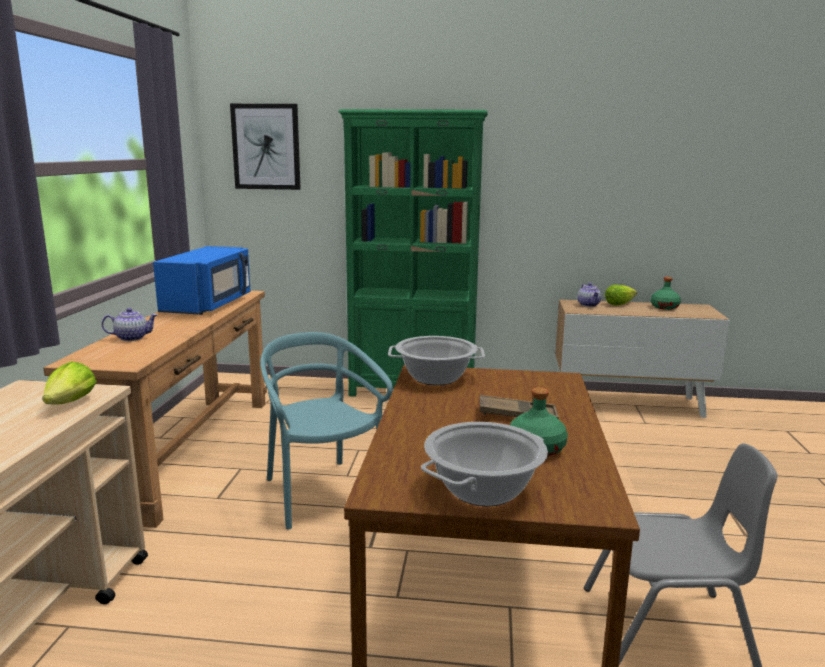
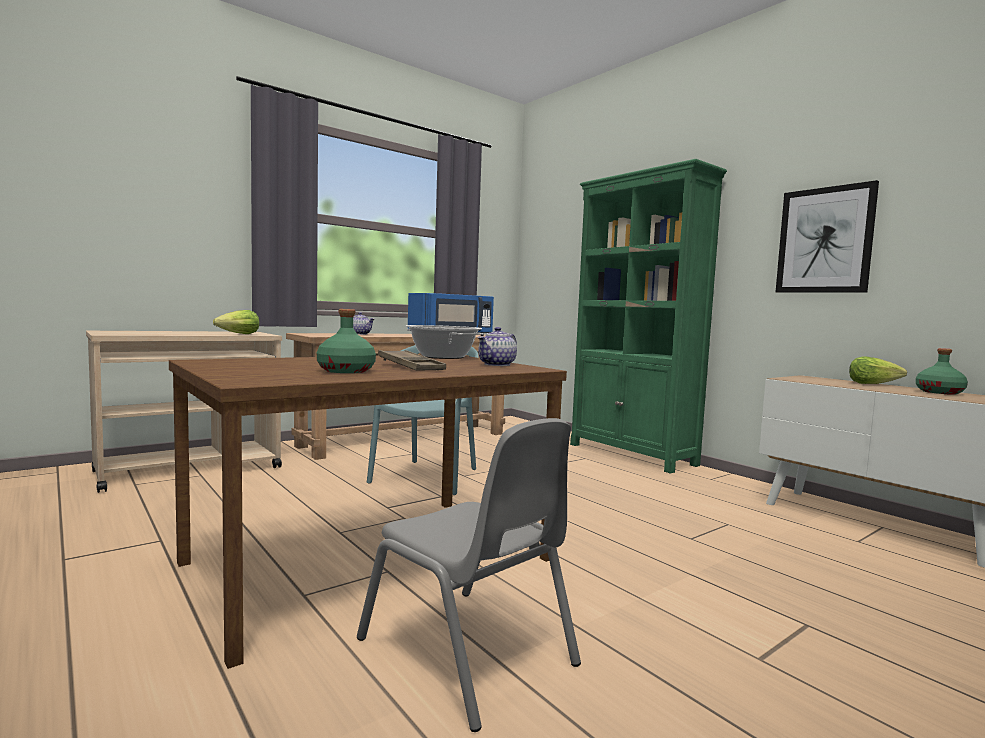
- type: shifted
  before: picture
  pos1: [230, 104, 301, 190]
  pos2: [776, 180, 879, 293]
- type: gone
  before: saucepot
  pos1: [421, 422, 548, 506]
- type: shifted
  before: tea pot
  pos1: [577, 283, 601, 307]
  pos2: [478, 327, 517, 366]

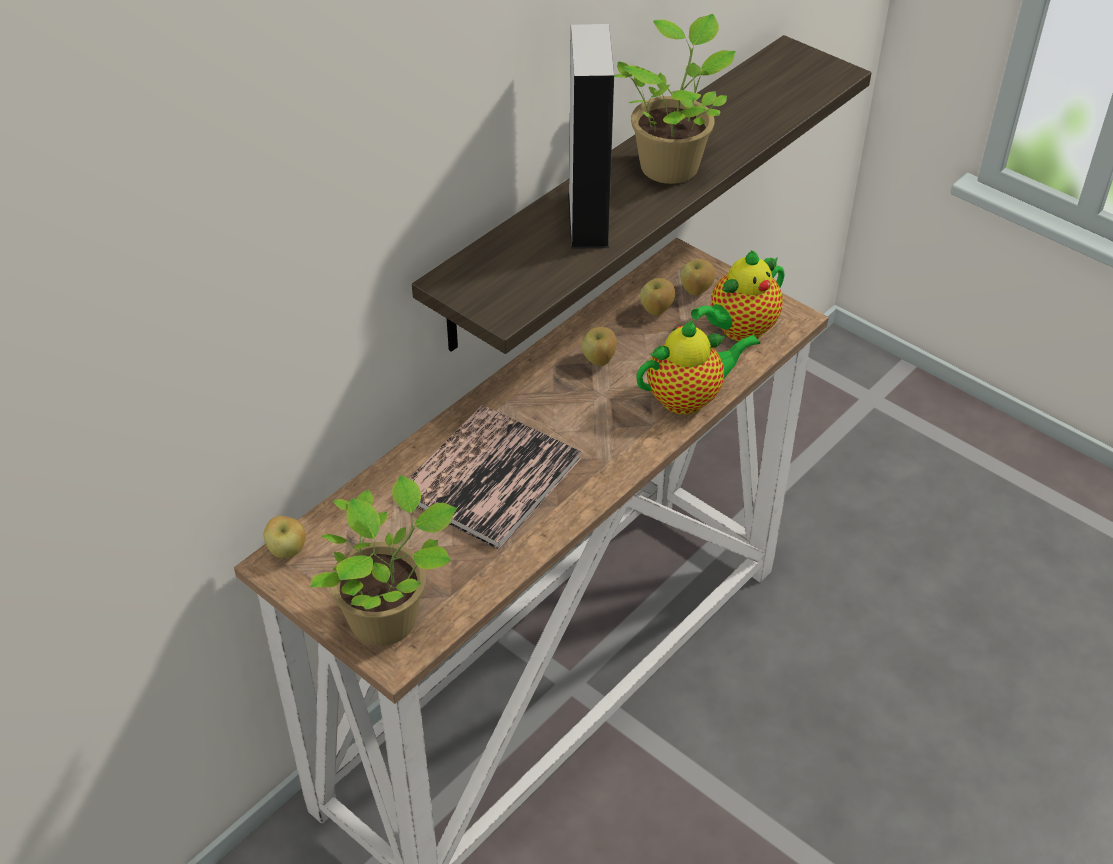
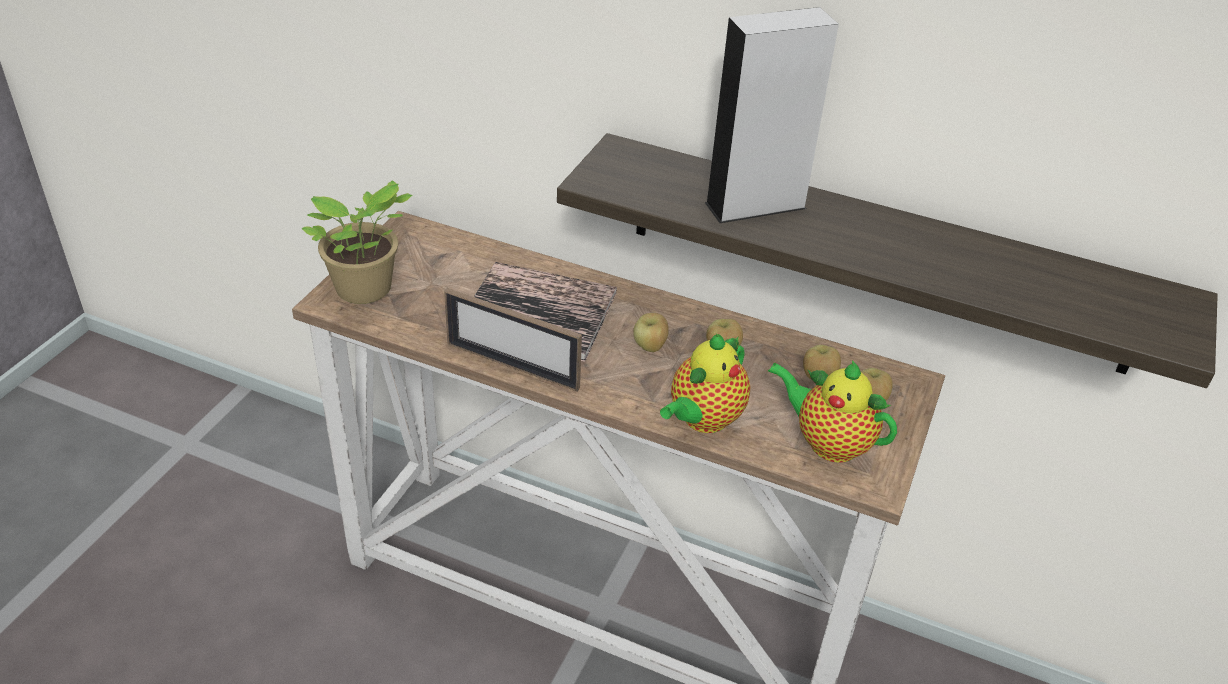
- type: shifted
  before: apple fruit
  pos1: [264, 516, 306, 558]
  pos2: [633, 313, 669, 352]
- type: gone
  before: houseplant
  pos1: [614, 14, 736, 184]
- type: rotated
  before: tea pot
  pos1: [636, 320, 760, 415]
  pos2: [660, 334, 750, 433]
  turn: 75
- type: new
  after: photo frame
  pos2: [444, 288, 582, 392]

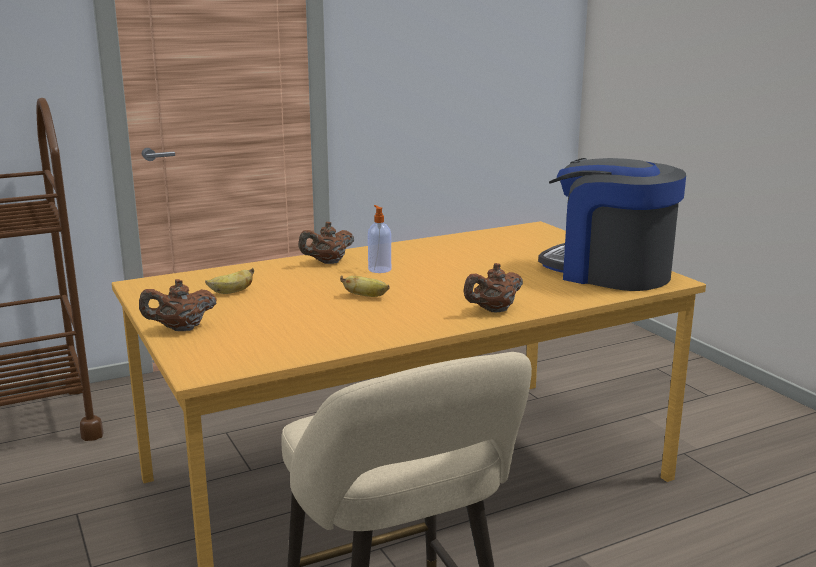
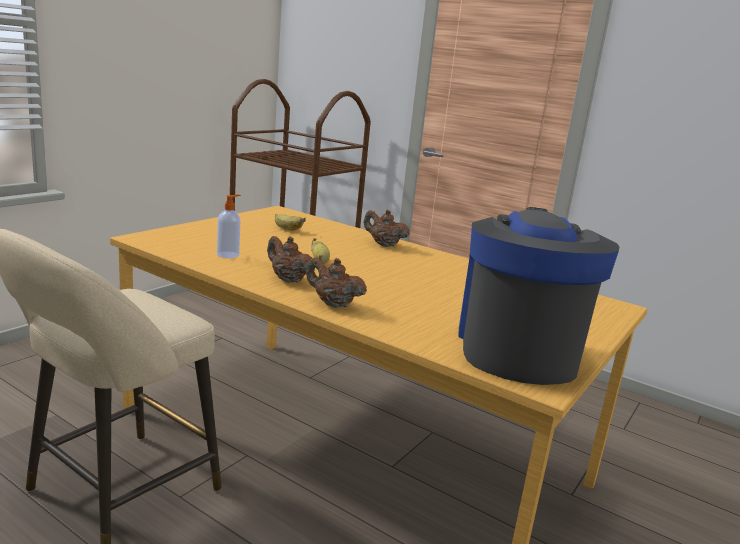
- type: shifted
  before: brown tea pot
  pos1: [139, 279, 217, 331]
  pos2: [267, 236, 312, 283]
- type: shifted
  before: soap bottle
  pos1: [368, 205, 391, 273]
  pos2: [217, 195, 241, 258]

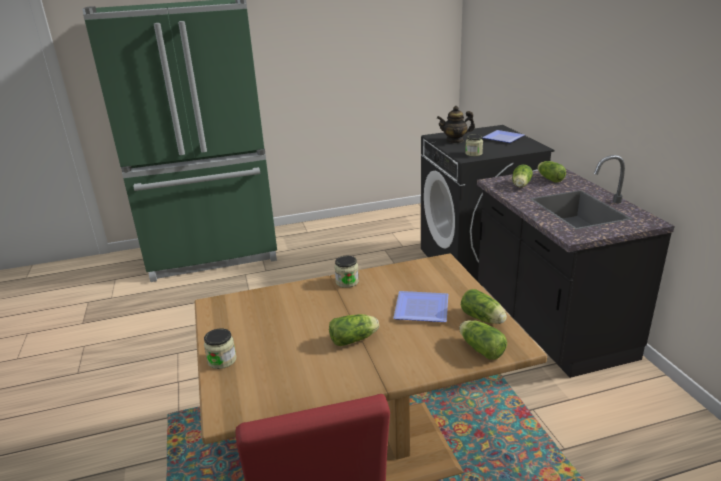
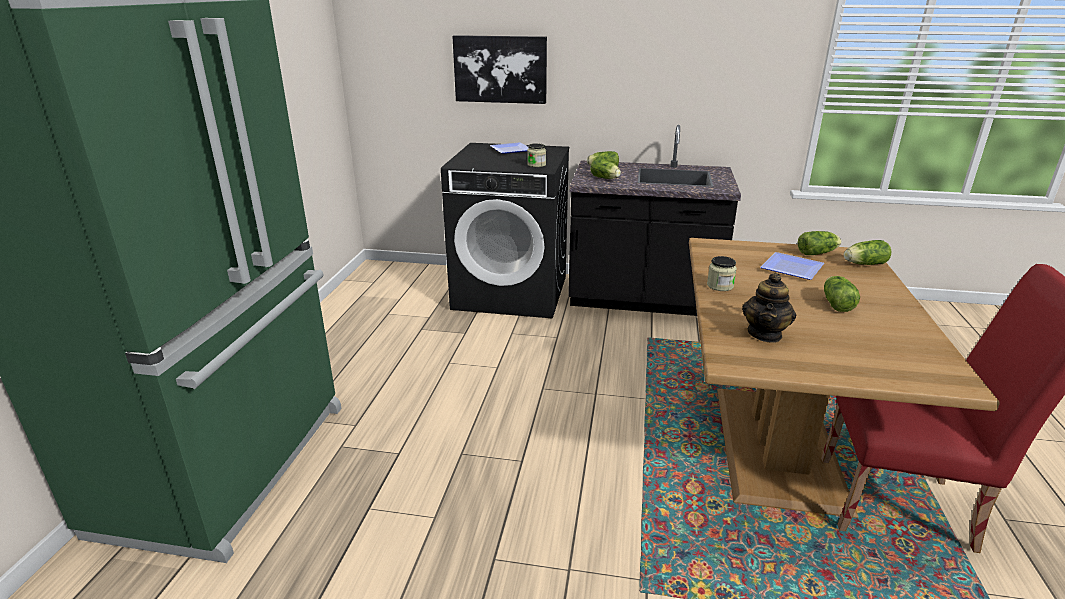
- type: gone
  before: preserve jar
  pos1: [204, 328, 236, 369]
- type: shifted
  before: tea pot
  pos1: [437, 106, 475, 143]
  pos2: [742, 273, 796, 343]
- type: new
  after: picture
  pos2: [452, 35, 547, 104]

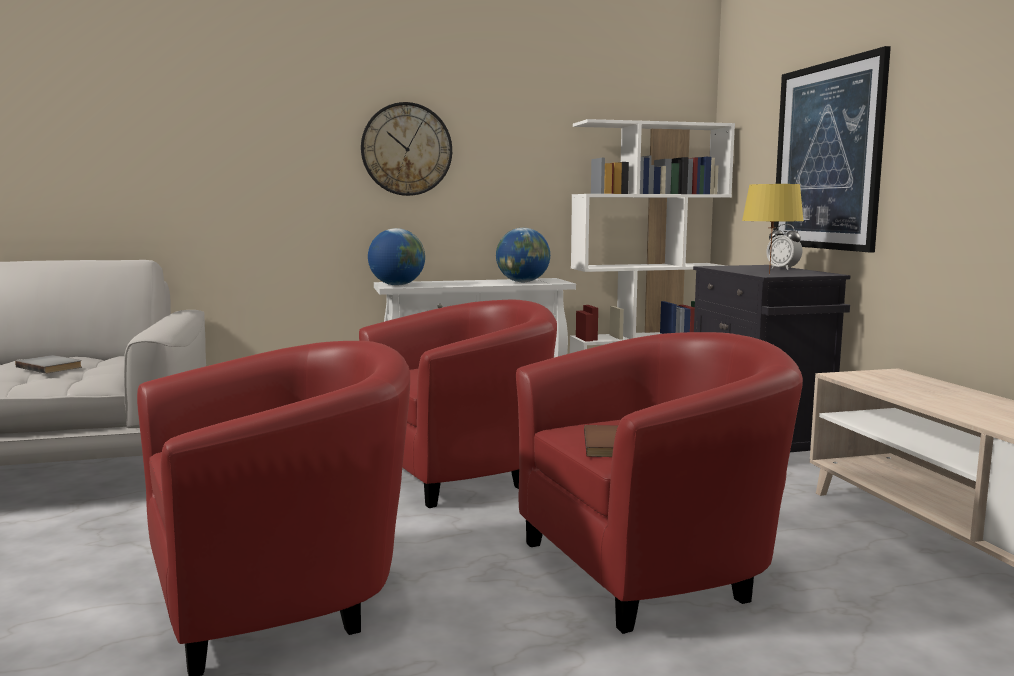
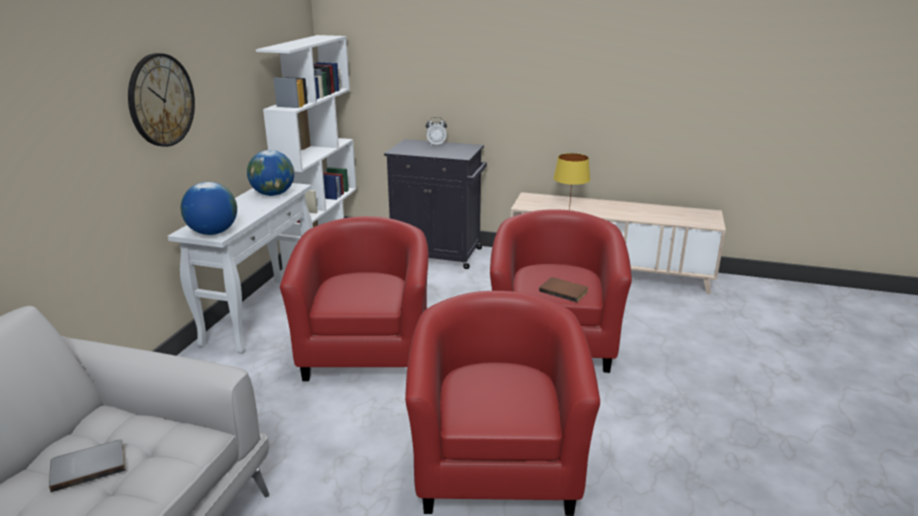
- type: shifted
  before: yellow-coloured tabletop lamp
  pos1: [742, 184, 804, 274]
  pos2: [553, 153, 590, 210]
- type: gone
  before: picture
  pos1: [773, 46, 891, 253]

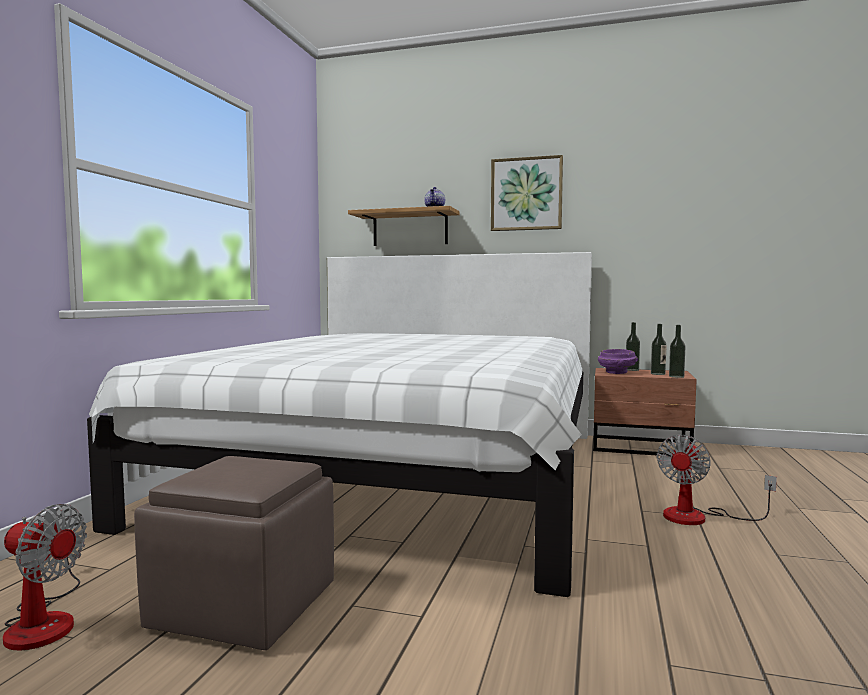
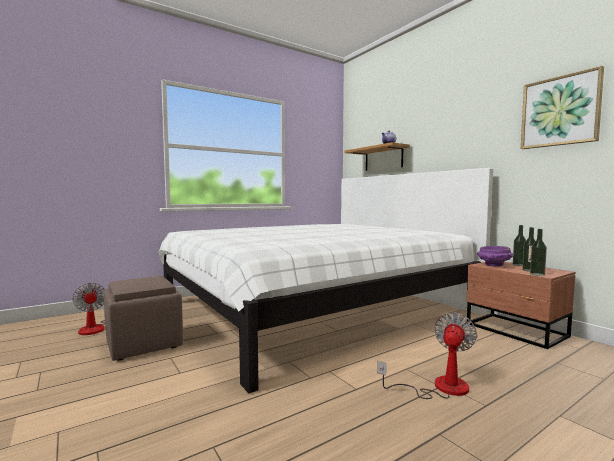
- type: shifted
  before: picture
  pos1: [491, 155, 563, 231]
  pos2: [521, 66, 604, 149]
- type: rotated
  before: fan
  pos1: [657, 434, 777, 525]
  pos2: [377, 313, 477, 399]
  turn: 135

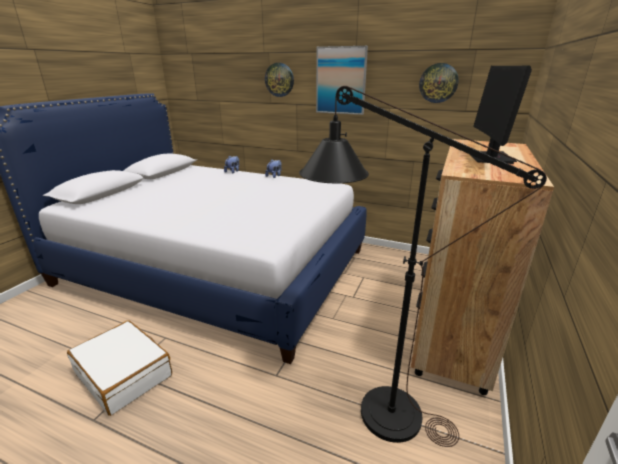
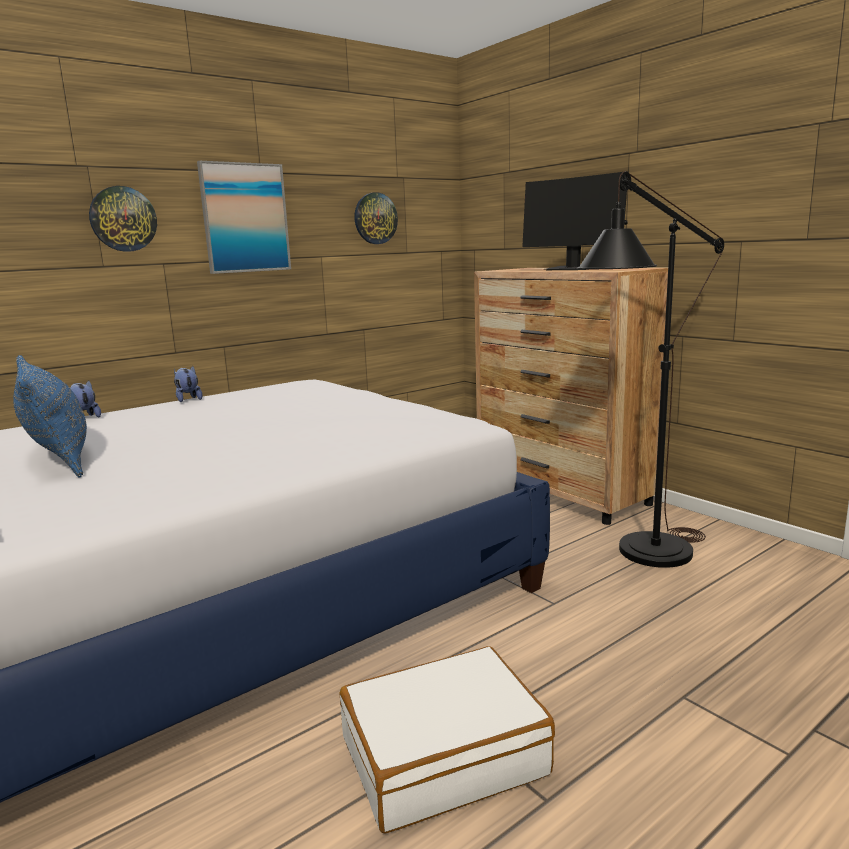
- type: new
  after: blue throw pillow
  pos2: [13, 355, 87, 477]

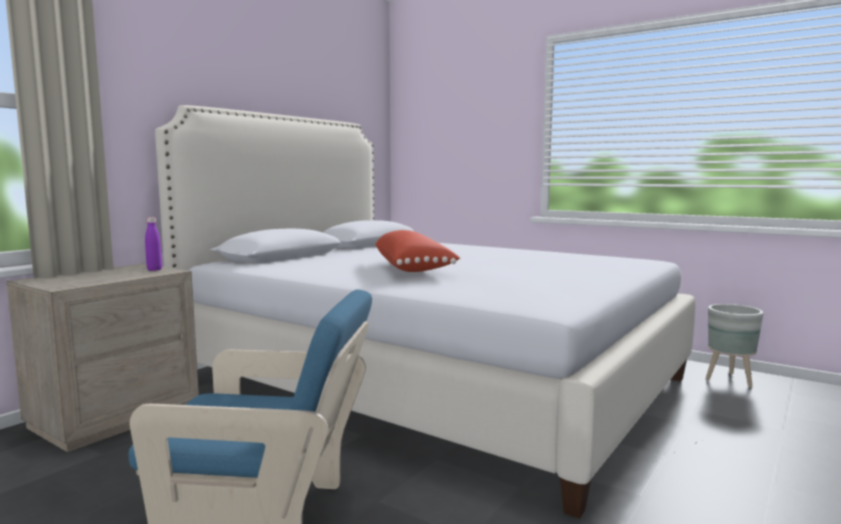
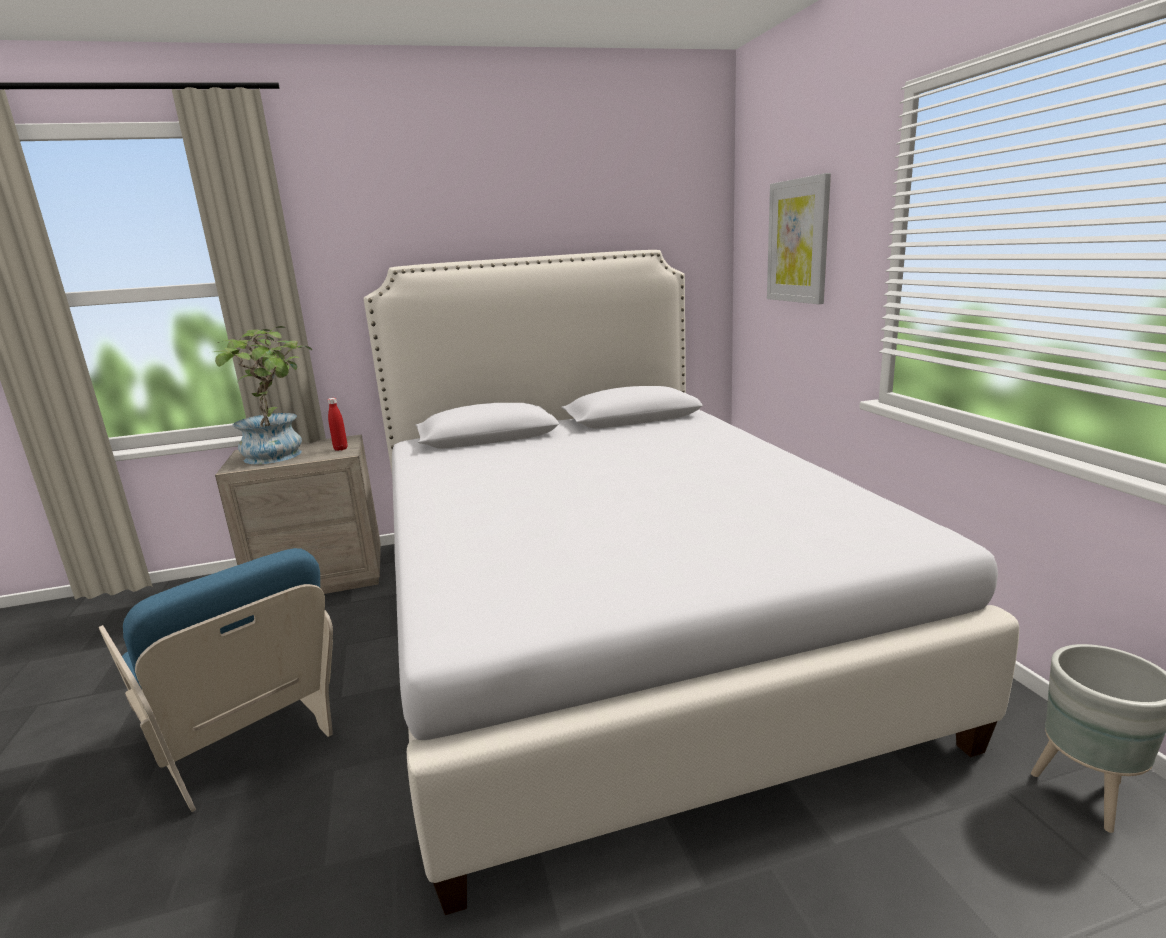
- type: repainted
  before: purple-coloured beverage bottle
  after: reddish beverage bottle
  pos1: [145, 217, 162, 271]
  pos2: [327, 398, 348, 451]
- type: gone
  before: reddish throw pillow
  pos1: [375, 230, 460, 272]
- type: new
  after: houseplant
  pos2: [214, 326, 312, 464]
- type: new
  after: picture
  pos2: [767, 173, 831, 304]

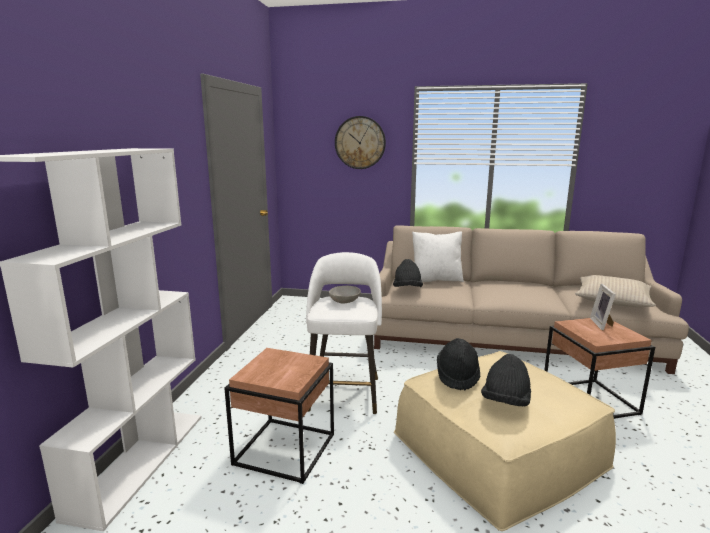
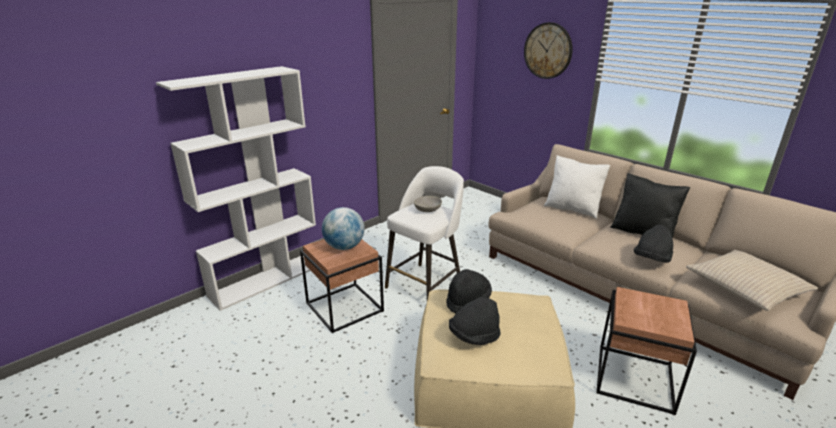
- type: shifted
  before: black-coloured clothing hat
  pos1: [393, 259, 423, 287]
  pos2: [634, 225, 673, 263]
- type: gone
  before: photo frame
  pos1: [590, 284, 616, 330]
- type: new
  after: desk globe
  pos2: [322, 207, 365, 250]
- type: new
  after: black-coloured throw pillow
  pos2: [610, 173, 690, 238]

